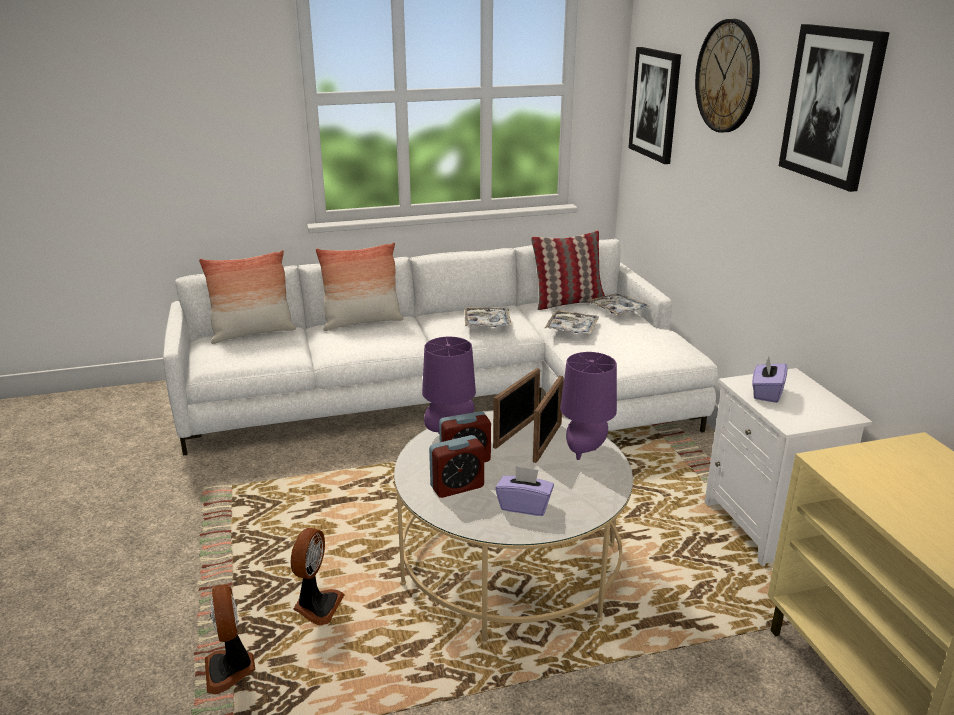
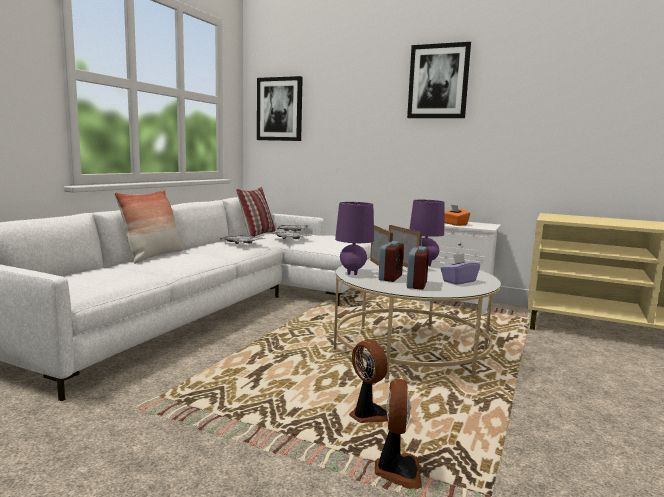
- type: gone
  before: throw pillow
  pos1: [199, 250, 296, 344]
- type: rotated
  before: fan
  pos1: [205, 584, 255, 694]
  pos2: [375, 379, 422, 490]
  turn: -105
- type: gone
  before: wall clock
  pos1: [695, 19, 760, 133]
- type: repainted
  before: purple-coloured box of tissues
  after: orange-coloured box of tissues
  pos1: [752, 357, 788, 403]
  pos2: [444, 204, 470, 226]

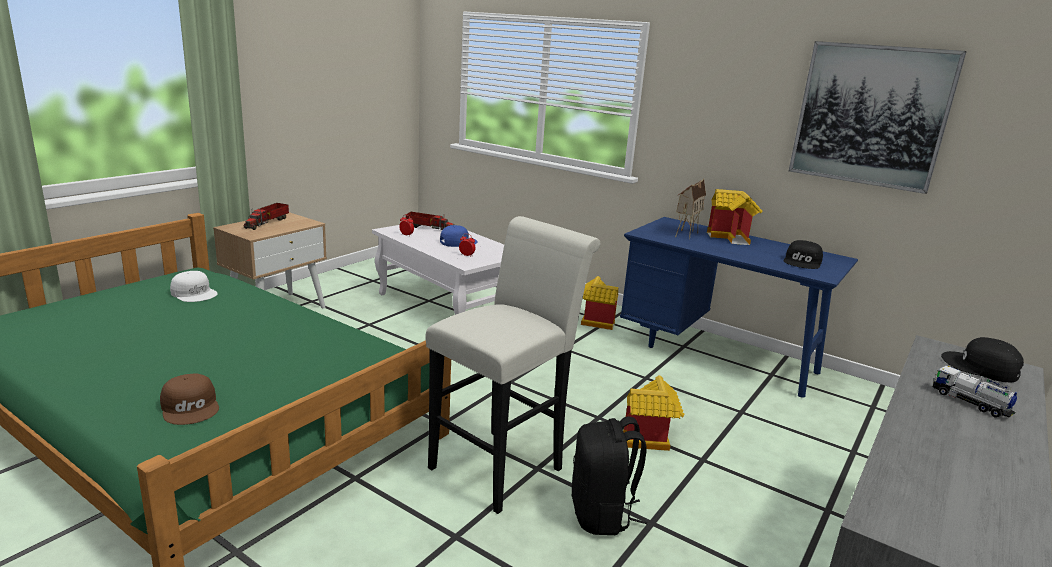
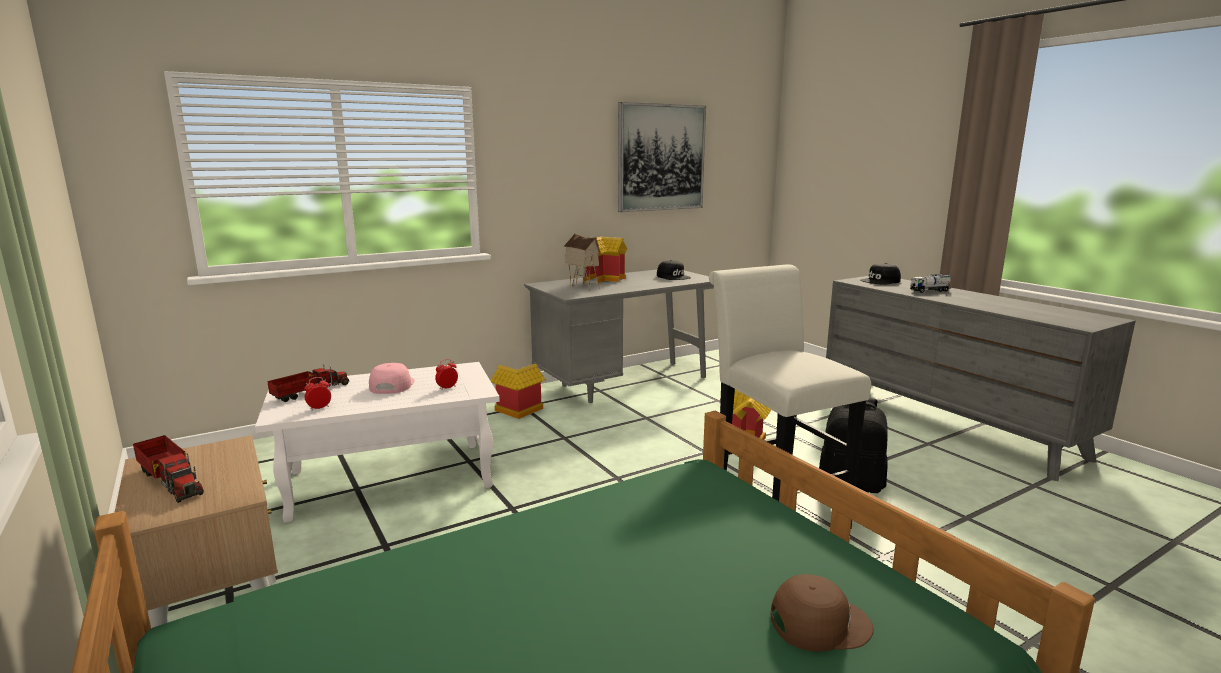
- type: gone
  before: white cap
  pos1: [170, 271, 218, 302]
- type: repainted
  before: blue cap
  after: pink-coloured cap
  pos1: [440, 225, 478, 247]
  pos2: [369, 363, 415, 394]
- type: repainted
  before: blue desk
  after: greyish desk
  pos1: [620, 217, 858, 398]
  pos2: [524, 269, 714, 403]

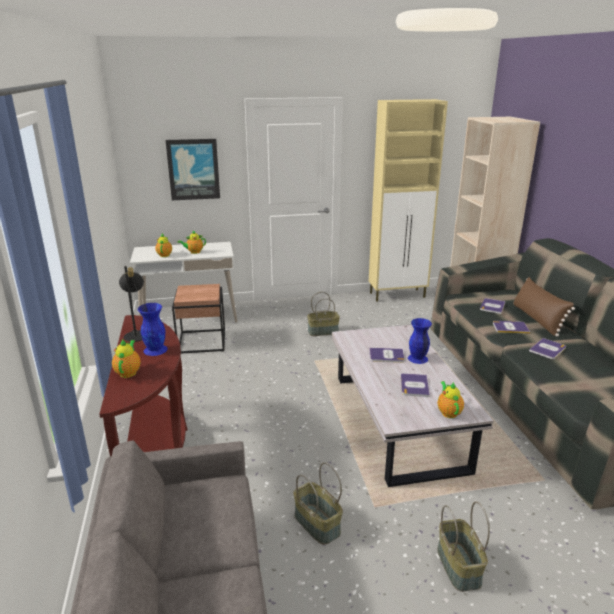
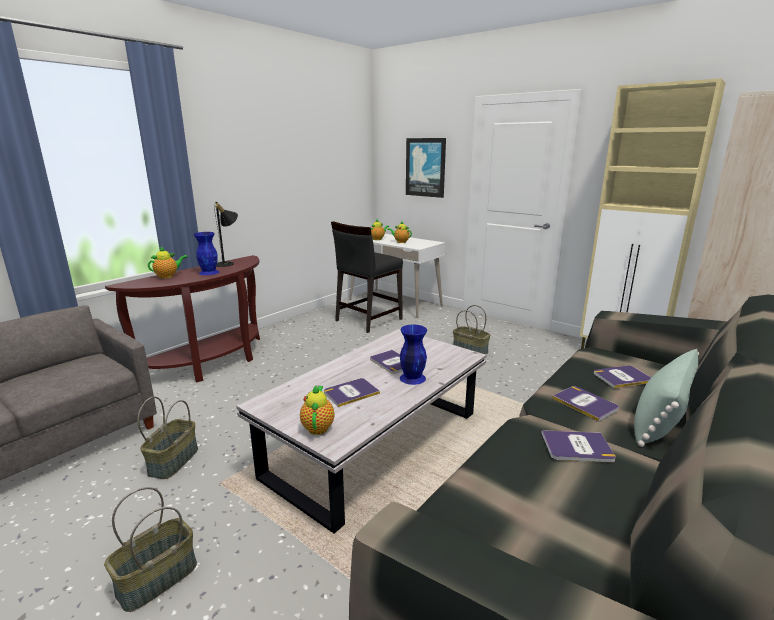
- type: swapped
  before: brown side table
  after: black-coloured upright chair
  pos1: [172, 284, 225, 354]
  pos2: [331, 221, 403, 333]
- type: rotated
  before: tea pot
  pos1: [438, 381, 464, 418]
  pos2: [300, 385, 335, 435]
  turn: -45
- type: repainted
  before: brown throw pillow
  after: greenish throw pillow
  pos1: [513, 277, 575, 337]
  pos2: [634, 349, 699, 447]

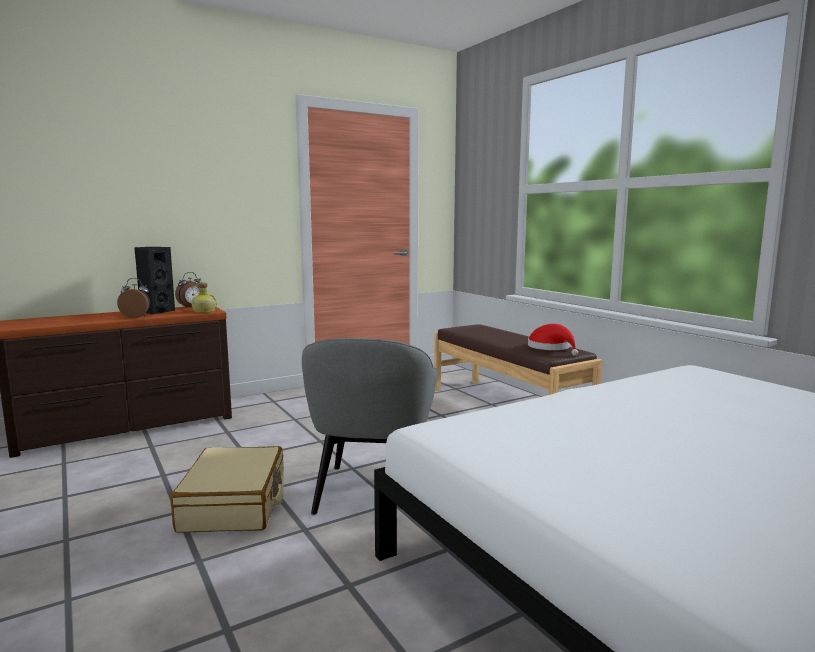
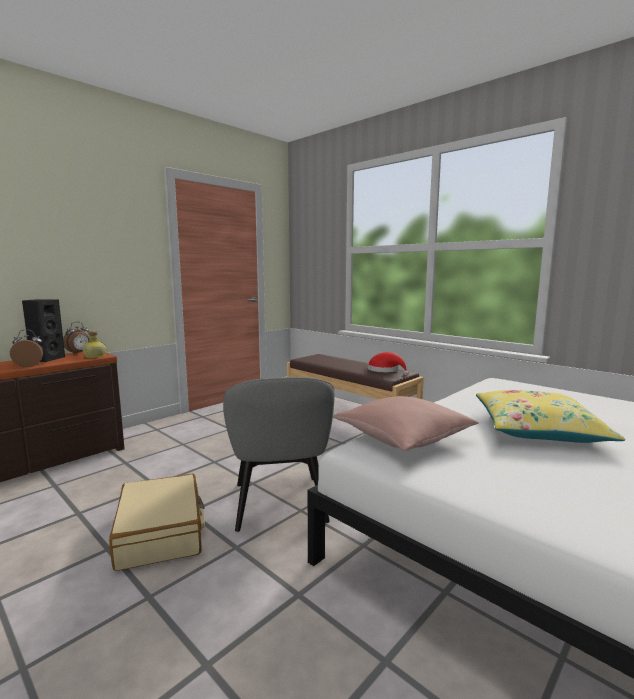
- type: new
  after: pink-coloured throw pillow
  pos2: [333, 396, 479, 451]
- type: new
  after: yellow-coloured throw pillow
  pos2: [476, 390, 626, 443]

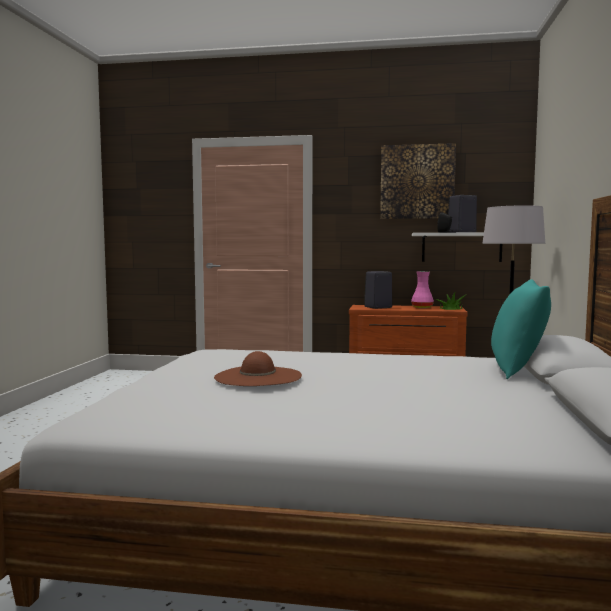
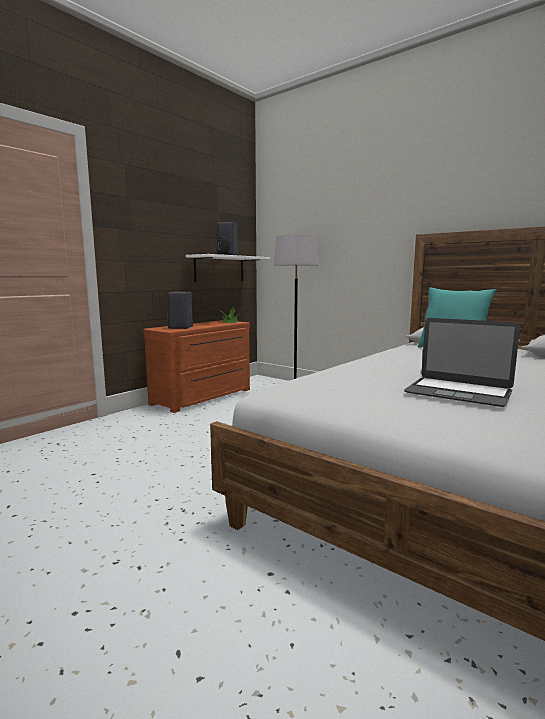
- type: swapped
  before: brown clothing hat
  after: portable computer
  pos1: [214, 351, 302, 386]
  pos2: [404, 318, 520, 407]
- type: gone
  before: picture
  pos1: [380, 143, 456, 219]
- type: gone
  before: pink-coloured flower vase
  pos1: [411, 271, 434, 308]

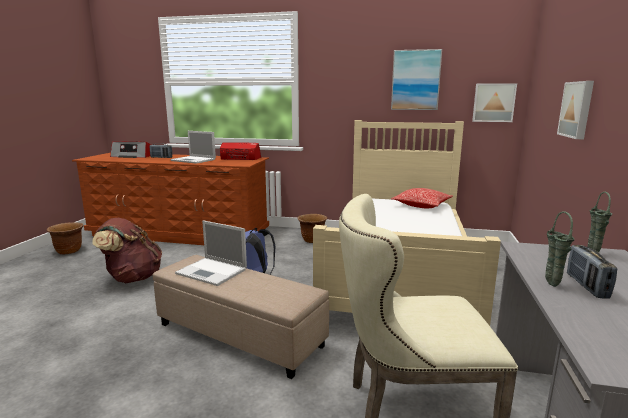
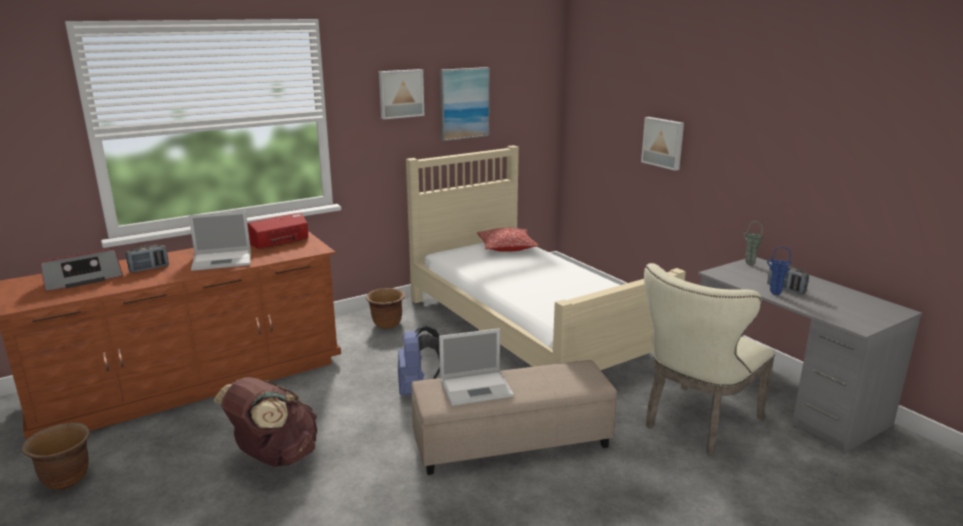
- type: shifted
  before: picture
  pos1: [472, 83, 517, 122]
  pos2: [379, 69, 424, 119]
- type: repainted
  before: greenish flower vase
  after: blue flower vase
  pos1: [545, 211, 574, 287]
  pos2: [767, 247, 791, 295]

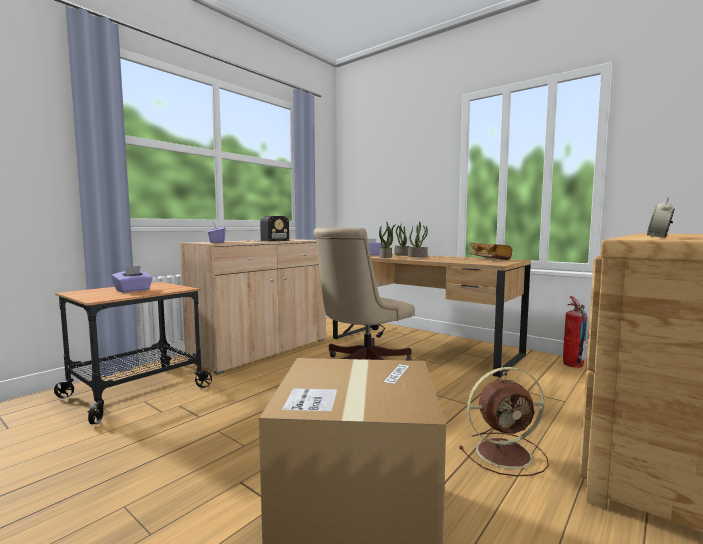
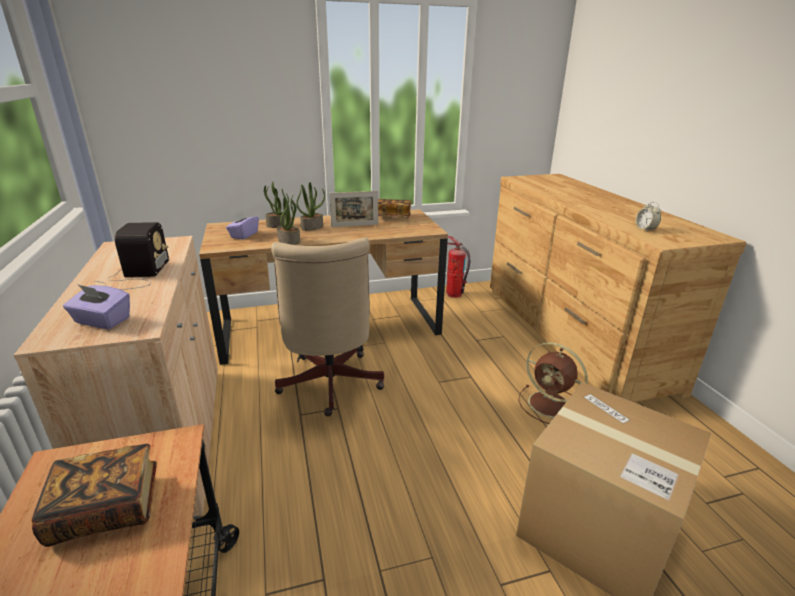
- type: swapped
  before: purple-coloured box of tissues
  after: volume
  pos1: [111, 266, 153, 293]
  pos2: [32, 444, 157, 547]
- type: rotated
  before: brown fan
  pos1: [459, 367, 549, 476]
  pos2: [518, 342, 588, 424]
  turn: 105
- type: new
  after: photo frame
  pos2: [329, 191, 378, 227]

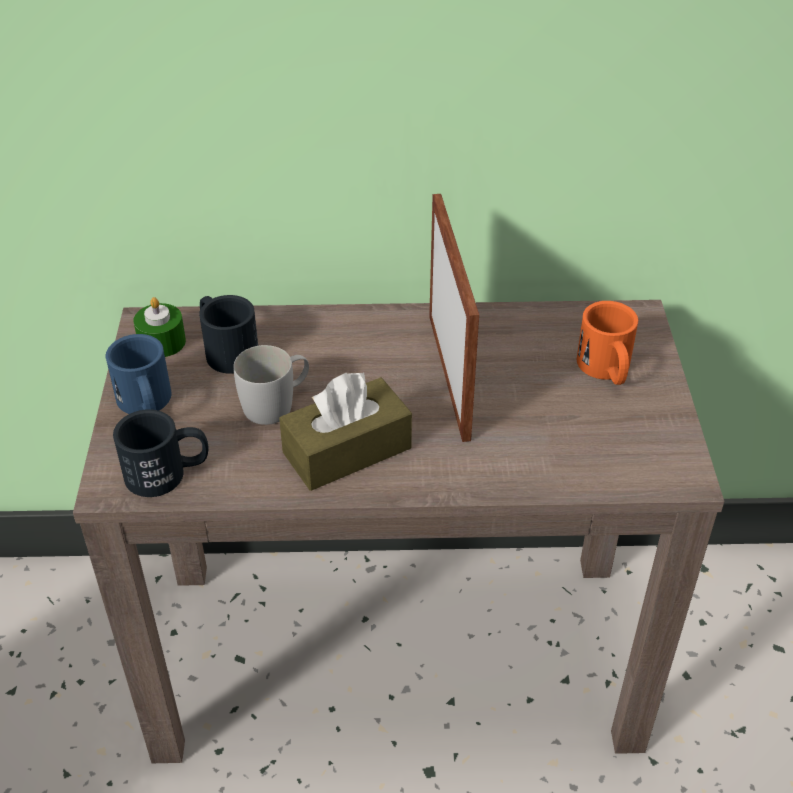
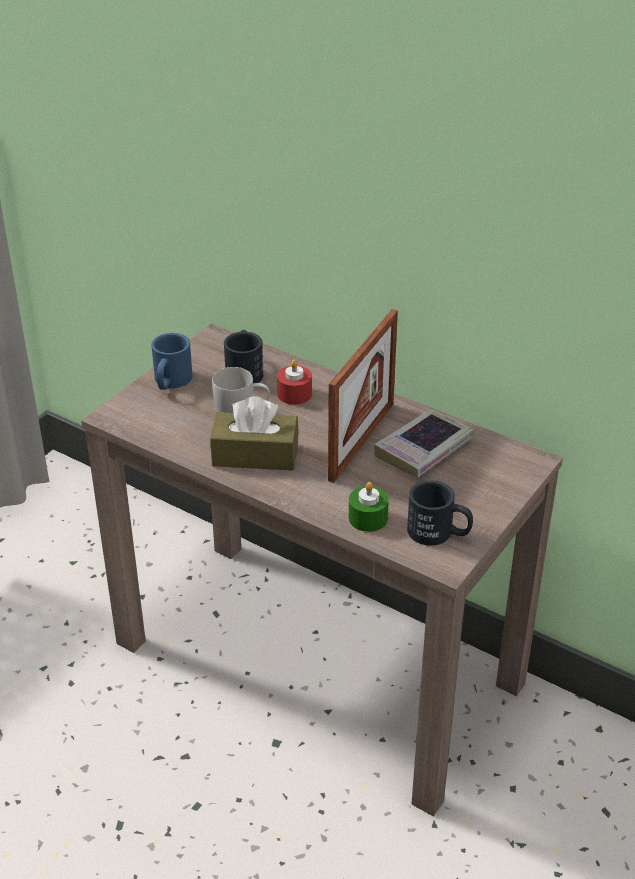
- type: shifted
  before: black-coloured tea mug
  pos1: [113, 409, 209, 497]
  pos2: [407, 480, 473, 546]
- type: shifted
  before: greenish wax candle
  pos1: [133, 297, 186, 357]
  pos2: [349, 482, 389, 532]
- type: gone
  before: orange-coloured tea mug
  pos1: [577, 301, 638, 385]
- type: new
  after: reddish wax candle
  pos2: [277, 359, 312, 405]
- type: new
  after: volume
  pos2: [374, 409, 473, 478]

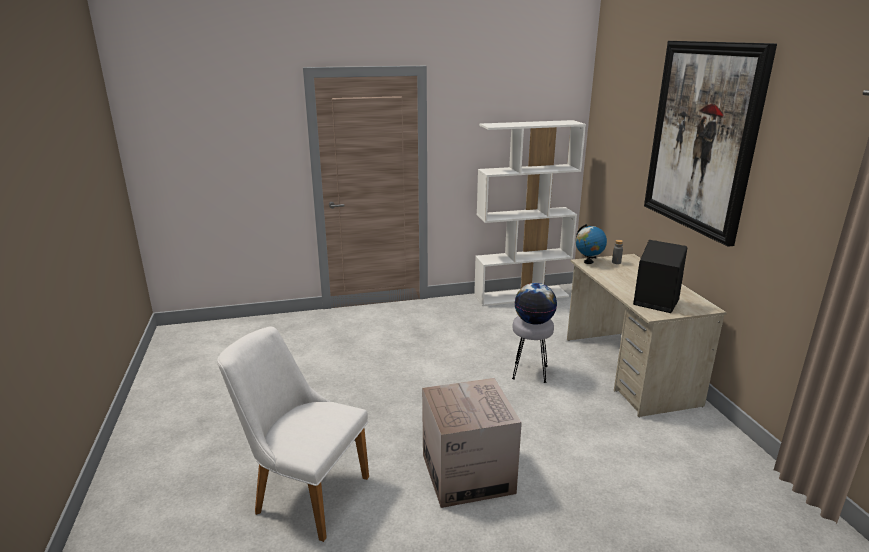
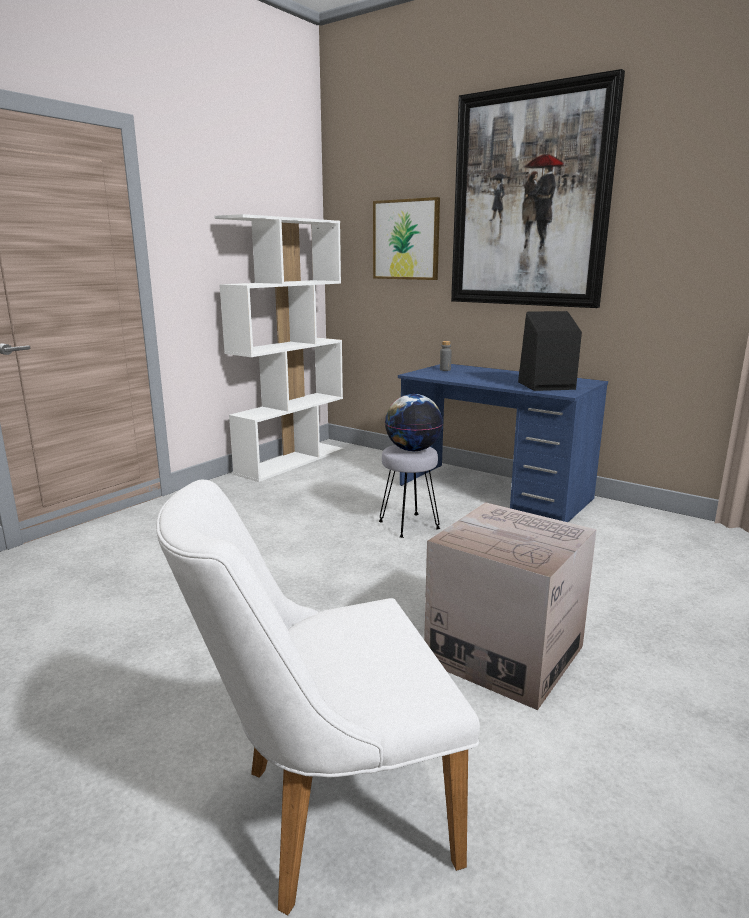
- type: repainted
  before: beige desk
  after: blue desk
  pos1: [567, 254, 727, 417]
  pos2: [398, 364, 608, 522]
- type: gone
  before: desk globe
  pos1: [575, 224, 607, 264]
- type: new
  after: picture
  pos2: [373, 197, 440, 280]

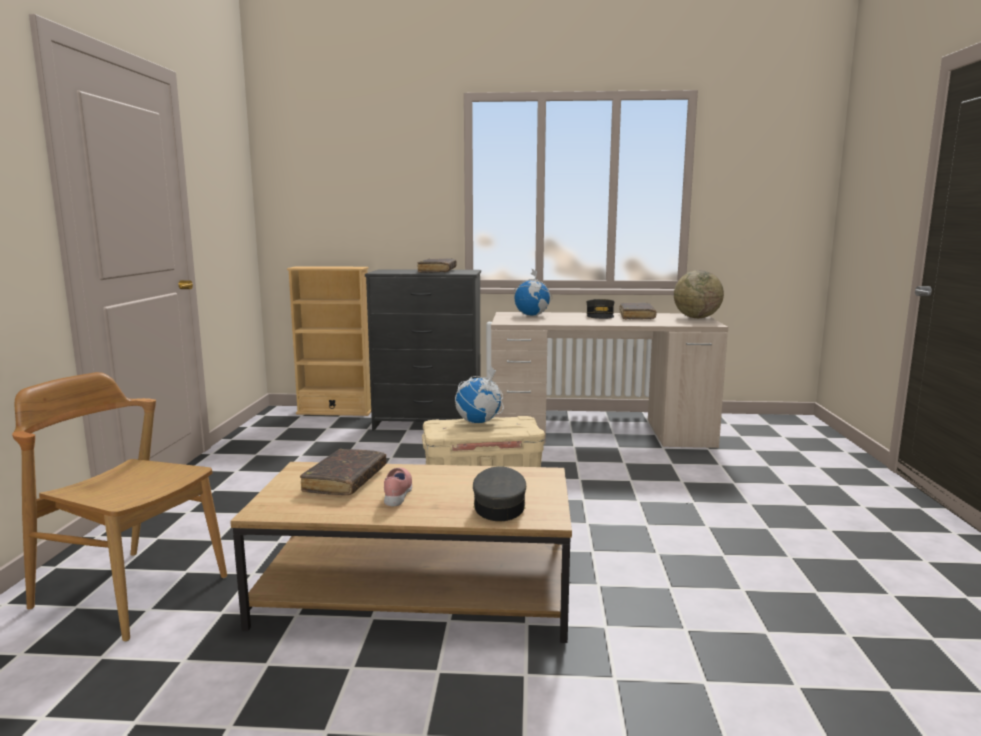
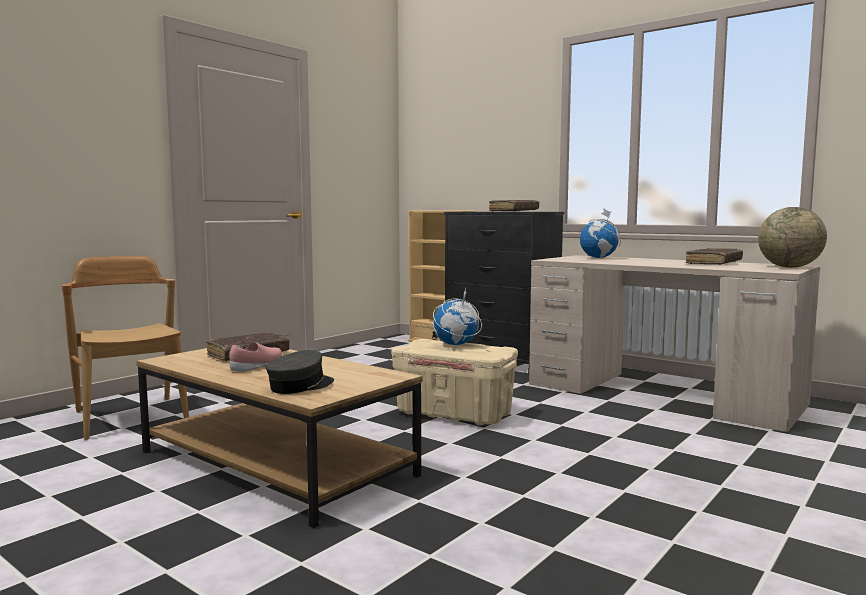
- type: gone
  before: greyish cap
  pos1: [586, 299, 614, 319]

